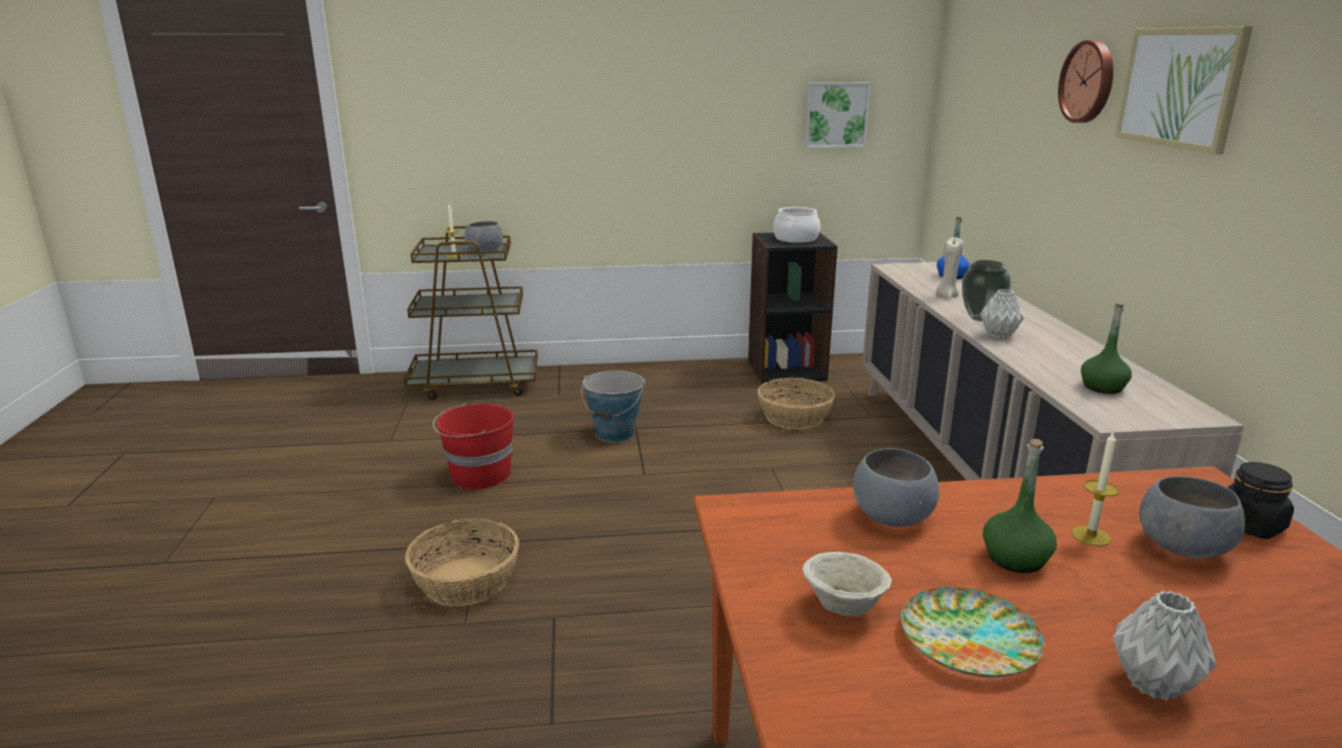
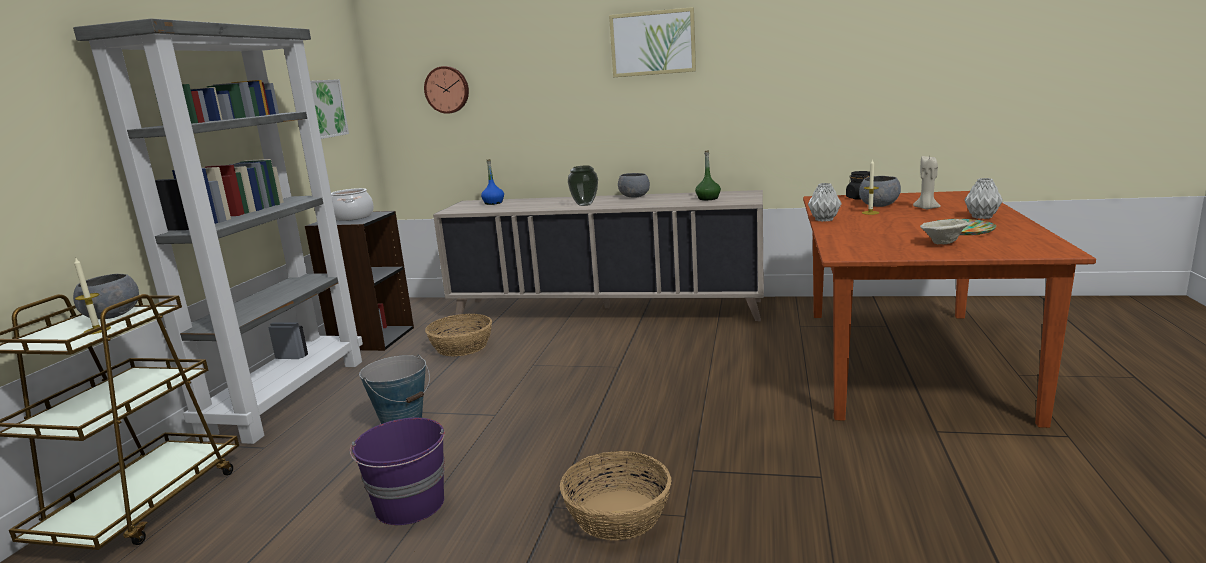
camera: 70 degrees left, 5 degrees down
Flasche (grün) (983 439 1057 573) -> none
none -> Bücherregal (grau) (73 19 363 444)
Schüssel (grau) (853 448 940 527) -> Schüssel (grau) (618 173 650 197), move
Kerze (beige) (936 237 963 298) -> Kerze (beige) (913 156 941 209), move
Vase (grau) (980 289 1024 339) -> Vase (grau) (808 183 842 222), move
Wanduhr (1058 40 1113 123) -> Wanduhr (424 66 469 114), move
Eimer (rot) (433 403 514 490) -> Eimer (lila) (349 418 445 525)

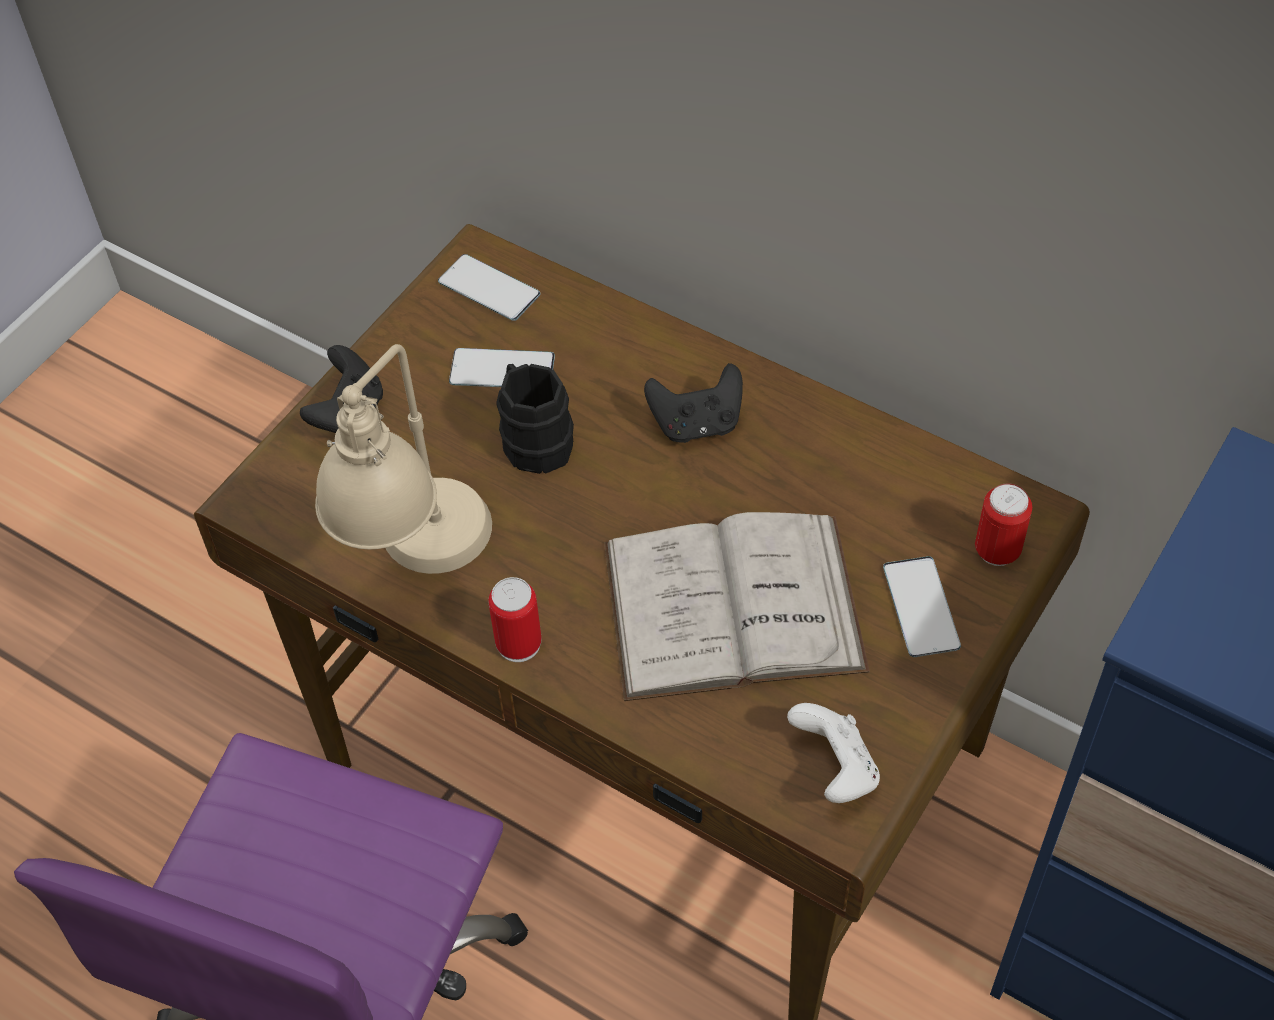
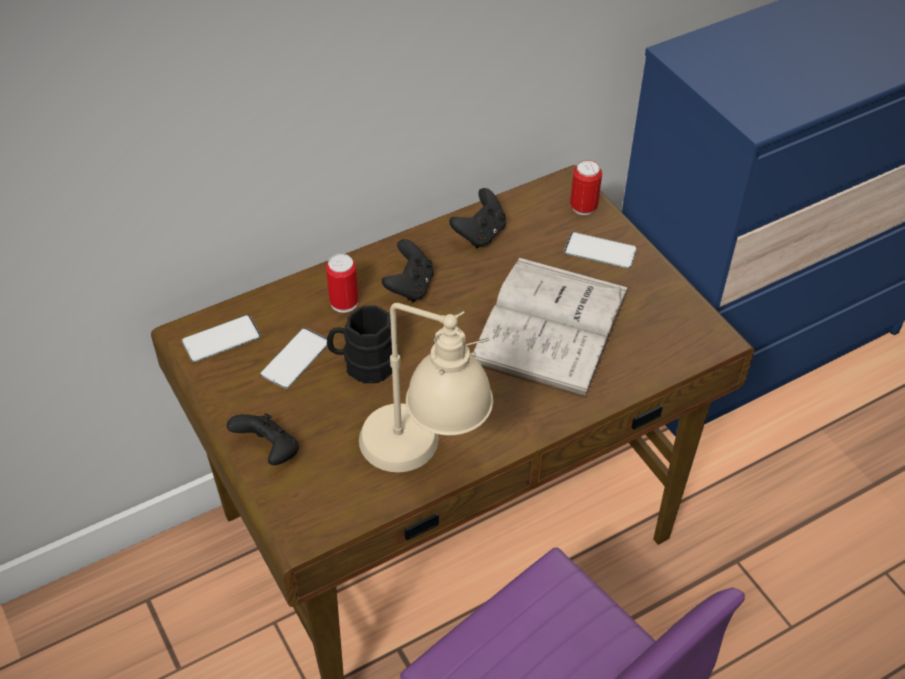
camera: 65 degrees left, 5 degrees down
Gamepad (weiß) (787 703 880 803) -> none
none -> Gamepad (schwarz) (449 188 506 248)
Dose (488 577 542 662) -> Dose (326 254 358 313), move

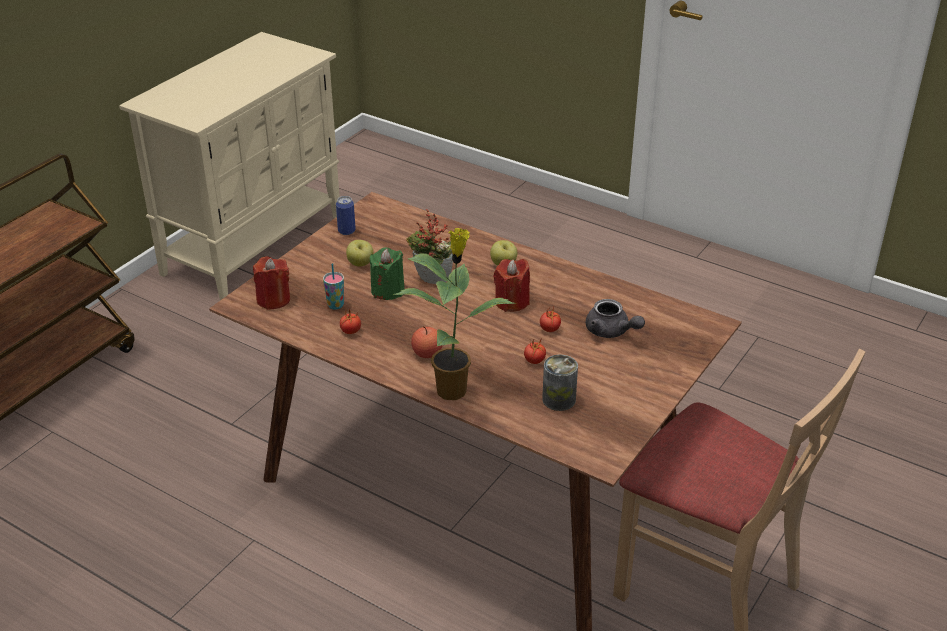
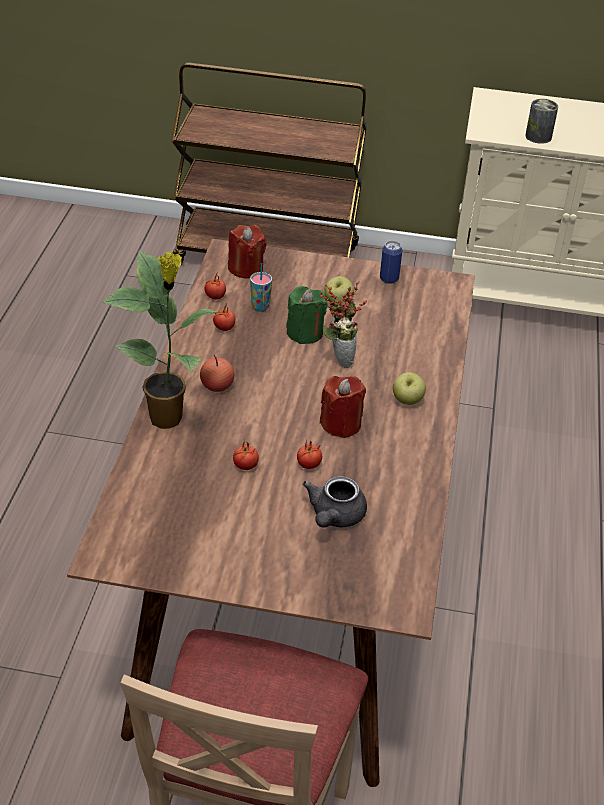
camera: 65 degrees right, 5 degrees up
none -> Tomate (204 274 226 300)
Dose (542 355 578 411) -> Dose (525 99 558 144), move

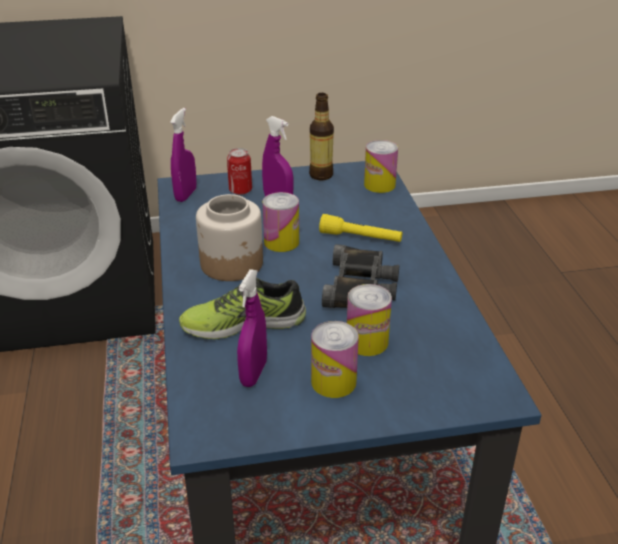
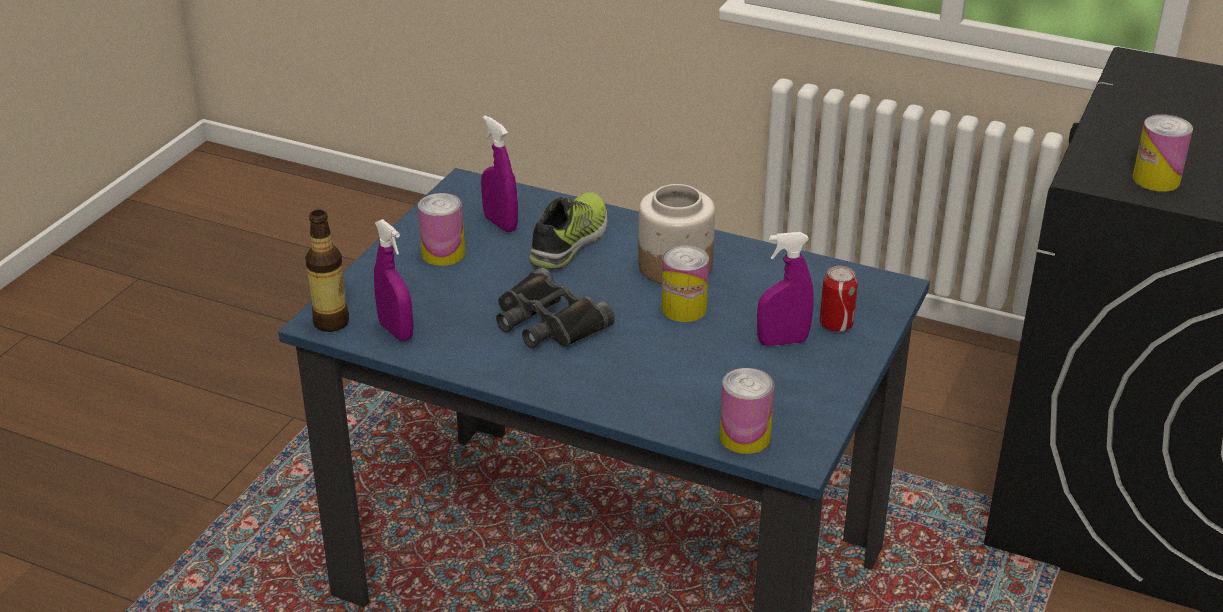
camera: 125 degrees right, 0 degrees up
Taschenlampe (gelb) (319 214 402 242) -> none
Sprühflasche (lila) (170 108 196 202) -> Sprühflasche (lila) (374 219 414 341), move
Flasche (309 93 334 180) -> Flasche (305 210 349 332), move
Dose (347 284 392 356) -> Dose (1133 114 1193 192), move

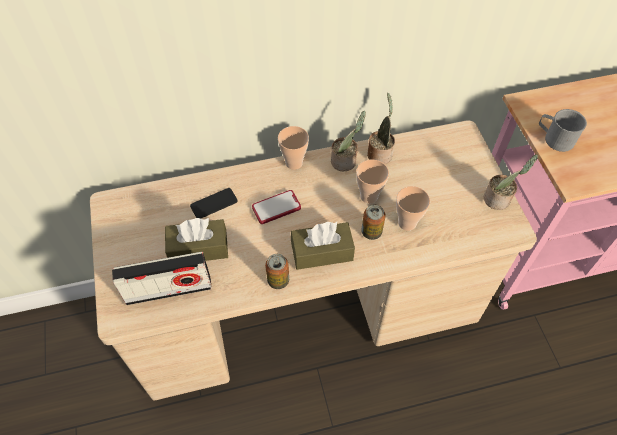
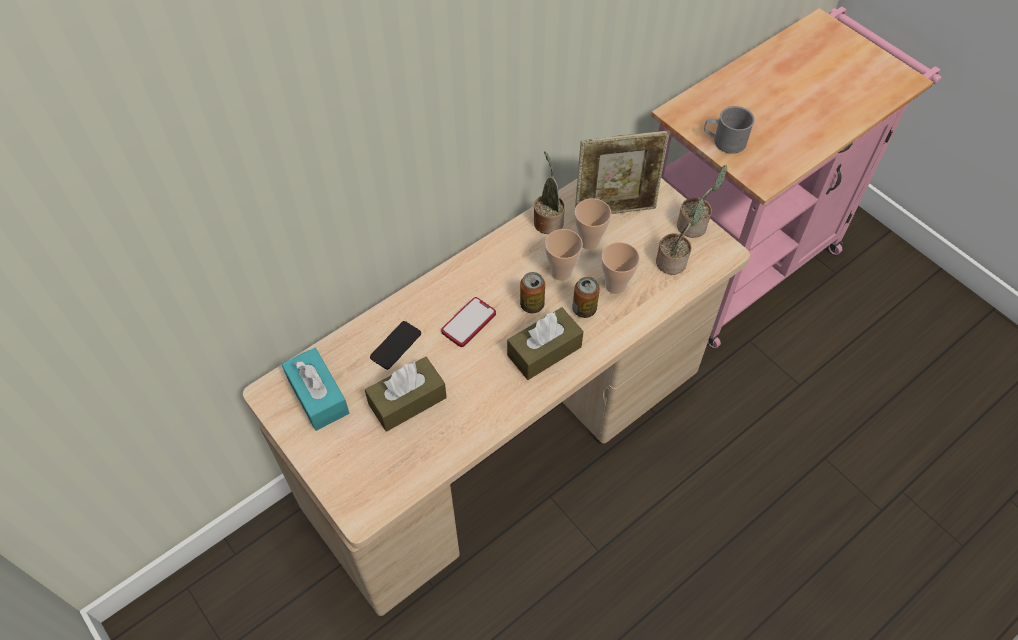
camera: 25 degrees left, 0 degrees up
Radio (112 252 212 305) -> none
none -> Taschentuchbox (türkis) (282 348 349 431)
none -> Bilderrahmen (574 131 670 216)
Dose (265 254 289 289) -> Dose (520 272 545 313), move
Tasse (278 126 309 170) -> Tasse (575 198 612 250), move
Topfpflanze (331 111 366 171) -> Topfpflanze (656 198 704 275), move

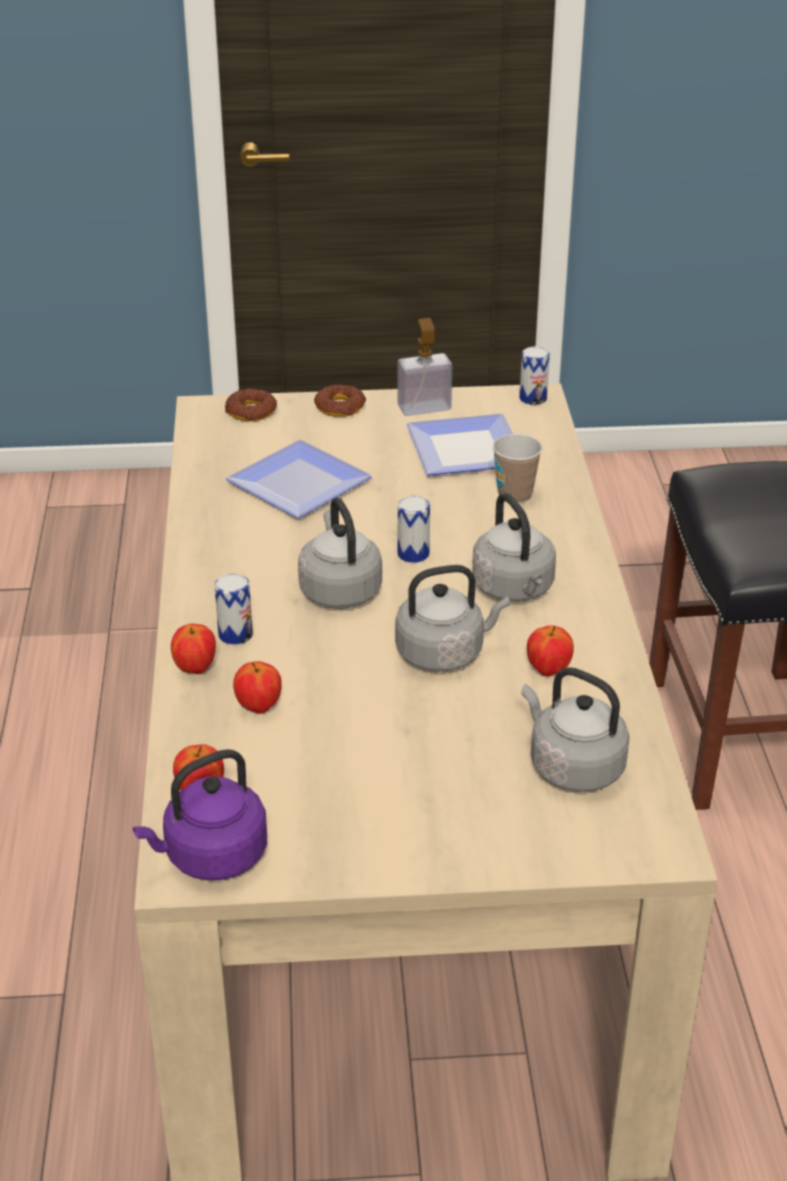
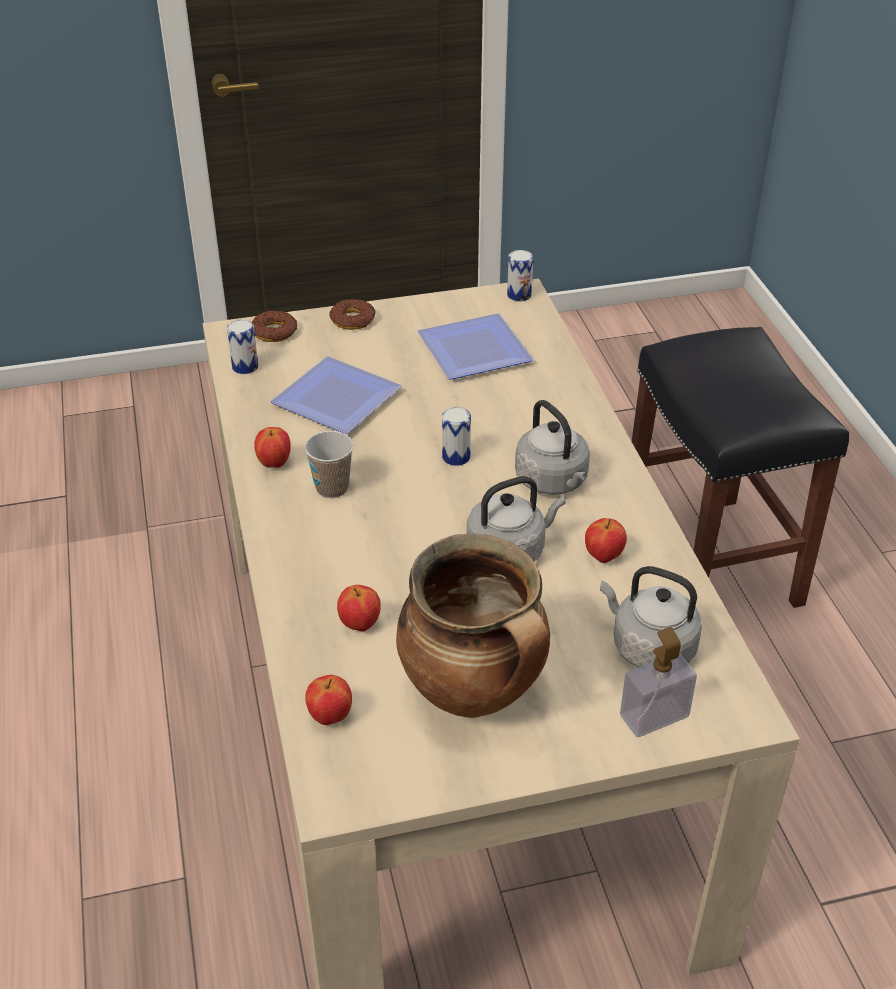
camera: 10 degrees left, 5 degrees up
Wasserkessel (lila) (133 749 267 881) -> none
Wasserkessel (grau) (298 497 382 609) -> none
none -> Kochtopf (396 534 550 718)
Apfel (171 623 216 674) -> Apfel (254 427 291 468), move
Dose (215 574 253 645) -> Dose (227 319 258 374), move
Seifenspender (397 318 452 416) -> Seifenspender (620 627 697 737), move
Tasse (493 434 543 504) -> Tasse (305 431 353 498), move

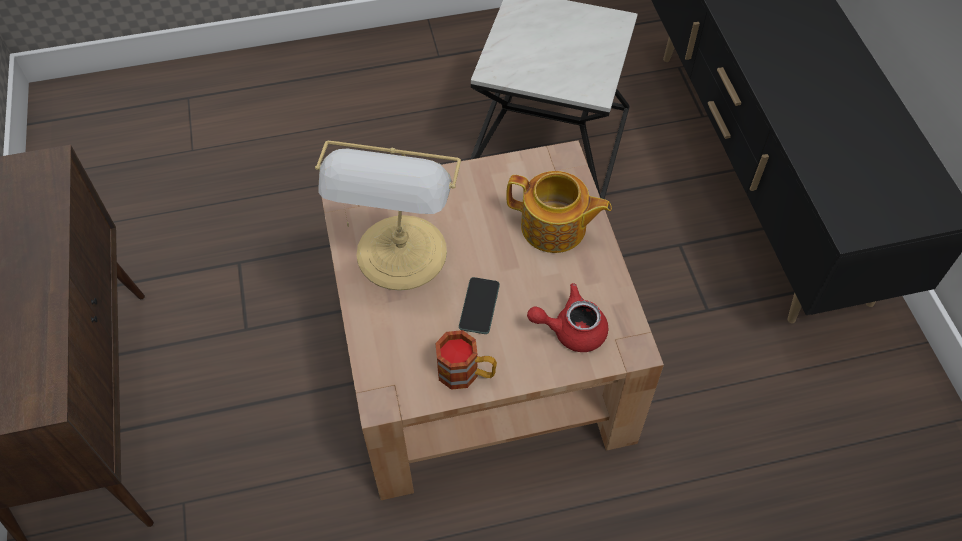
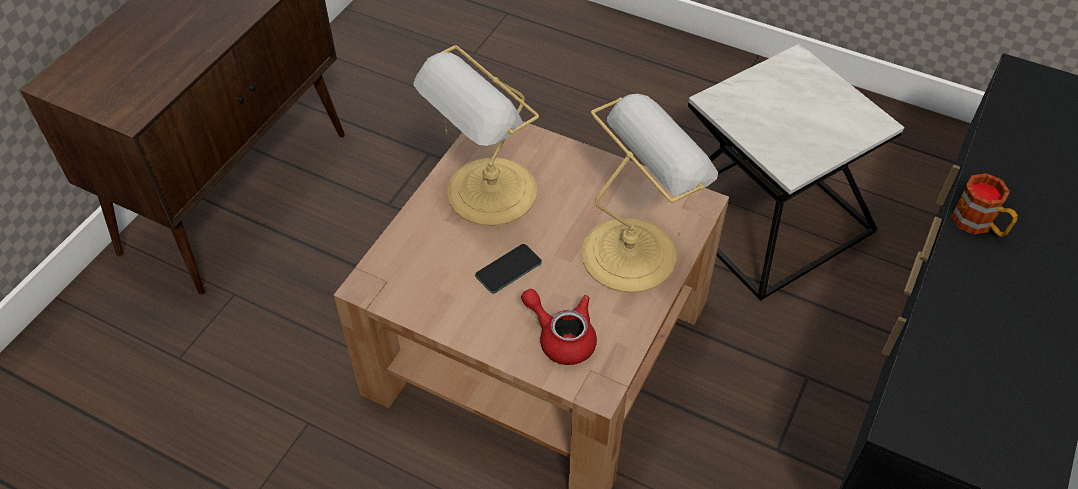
camera: 40 degrees right, 5 degrees down
Henkelbecher (435 330 497 390) -> Henkelbecher (951 173 1018 237), move
Teekanne (506 171 612 253) -> Tischlampe (582 94 718 293)

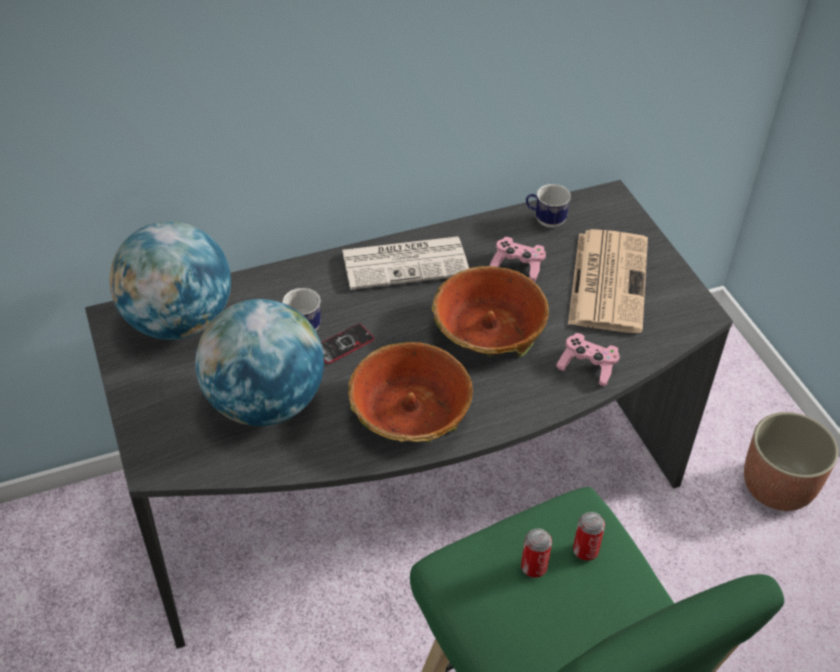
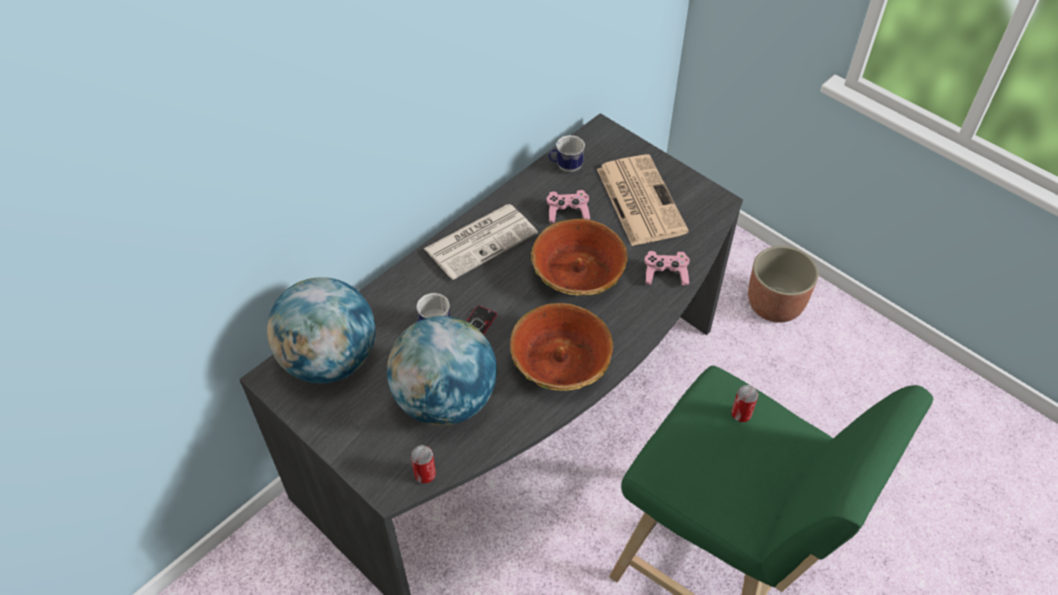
camera: 25 degrees left, 5 degrees up
Dose (521 528 552 578) -> Dose (411 445 436 484), move

